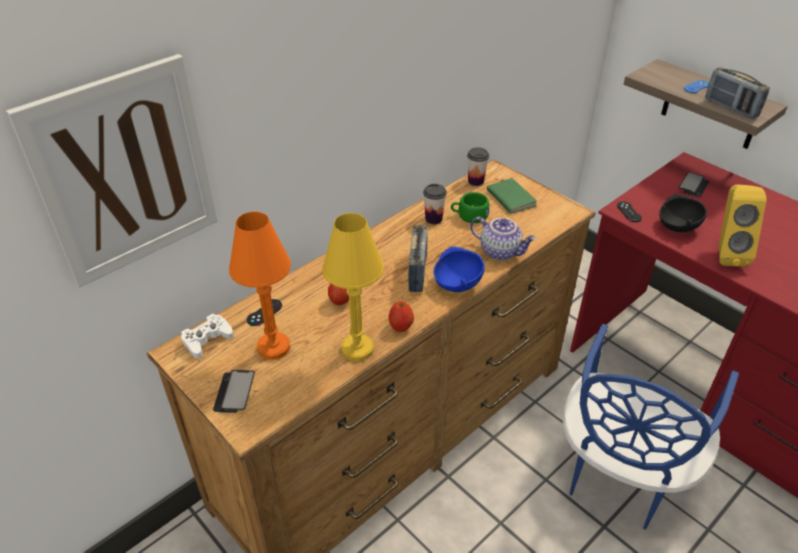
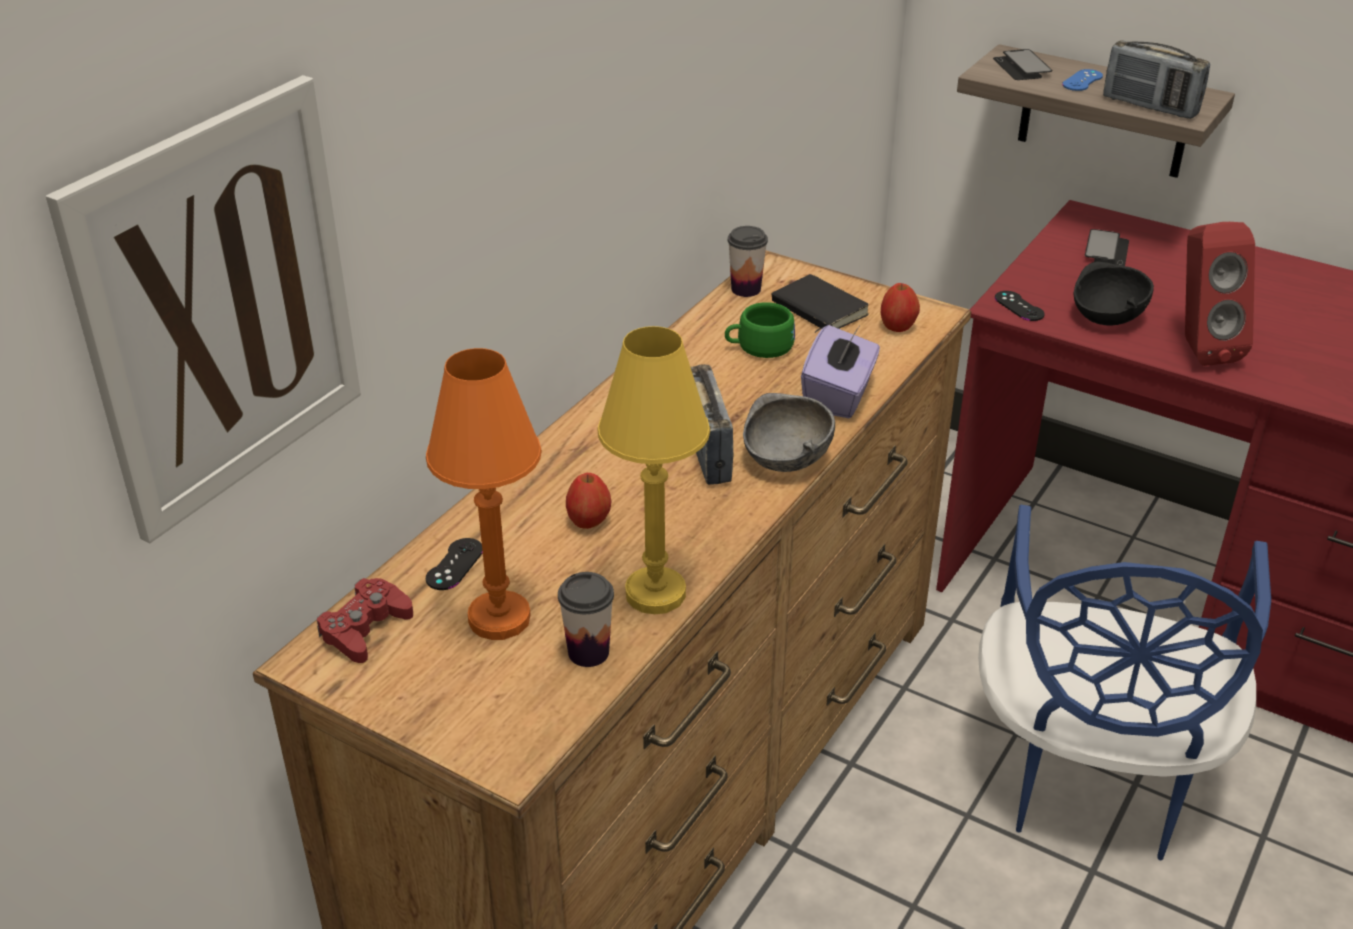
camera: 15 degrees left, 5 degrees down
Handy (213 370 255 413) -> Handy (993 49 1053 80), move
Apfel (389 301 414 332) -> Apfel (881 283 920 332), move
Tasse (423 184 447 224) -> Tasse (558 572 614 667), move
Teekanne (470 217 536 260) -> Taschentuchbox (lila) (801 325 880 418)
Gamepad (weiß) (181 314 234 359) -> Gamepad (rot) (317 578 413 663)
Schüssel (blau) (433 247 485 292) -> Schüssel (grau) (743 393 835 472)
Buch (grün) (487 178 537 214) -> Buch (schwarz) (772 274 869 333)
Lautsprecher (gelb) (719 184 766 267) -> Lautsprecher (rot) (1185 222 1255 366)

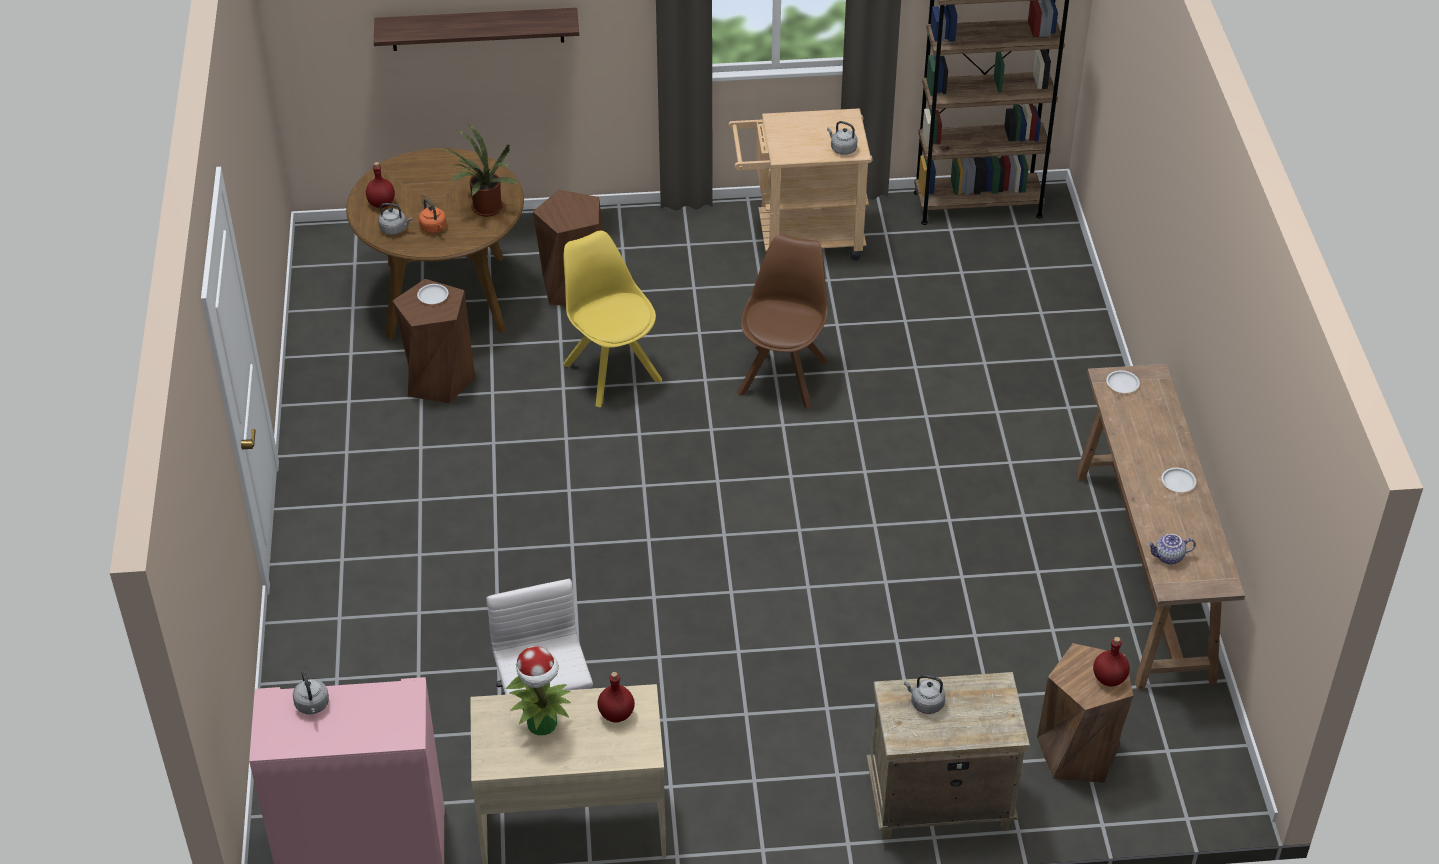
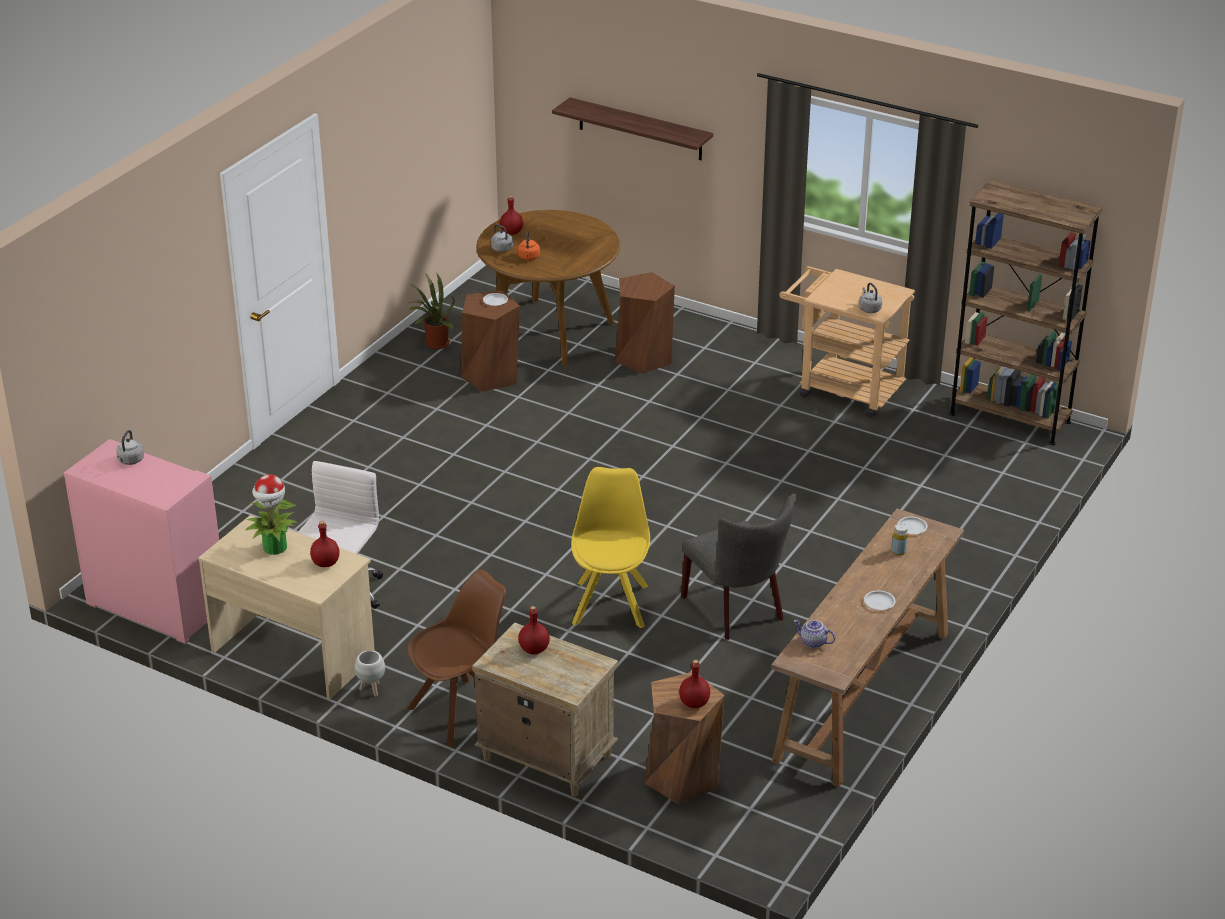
camera: 35 degrees right, 10 degrees down
none -> Pflanzkübel (weiß) (355 650 385 696)
none -> Stuhl (grau) (681 494 796 640)
none -> Flasche (gelb) (892 524 908 555)
Topfpflanze (444 124 519 217) -> Topfpflanze (407 272 455 349), move
Stuhl (gelb) (563 231 662 408) -> Stuhl (gelb) (571 467 650 629), move
Stuhl (braun) (737 235 828 409) -> Stuhl (braun) (407 570 506 746), move
Wasserkessel (grau) (904 675 946 714) -> Flasche (rot) (518 606 550 654)

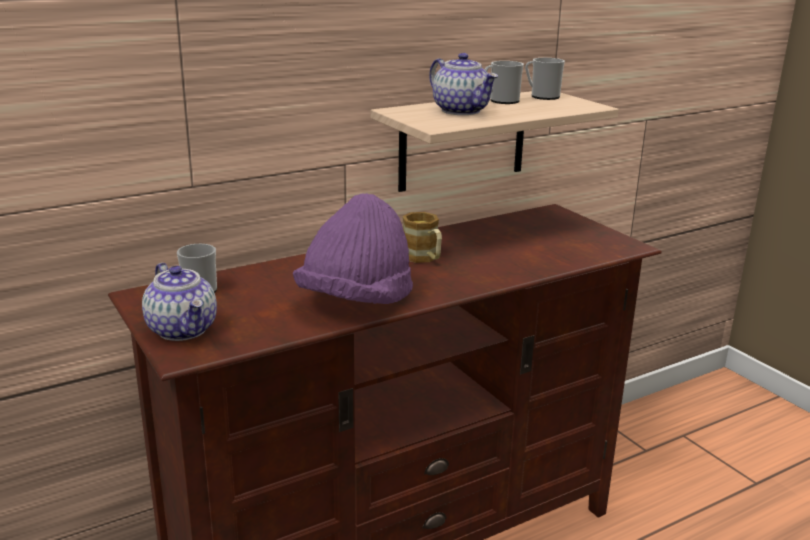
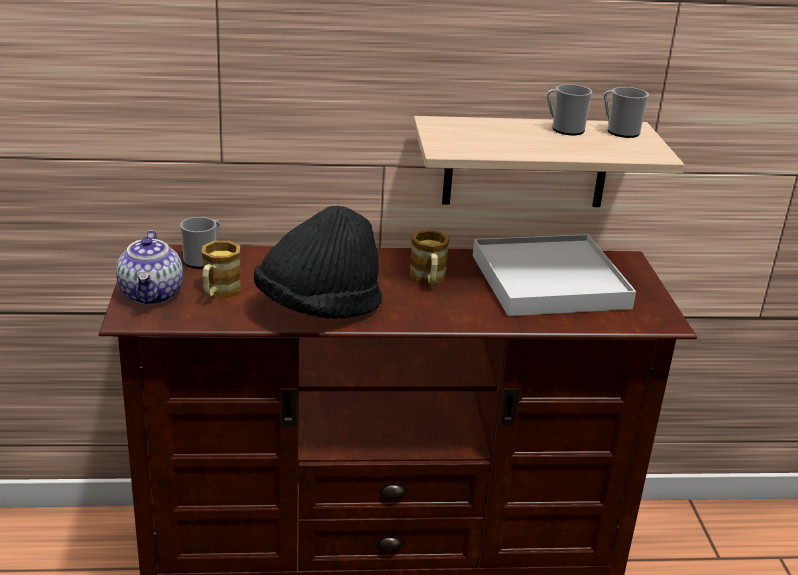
camera: 25 degrees right, 5 degrees up
Teekanne (429 53 498 115) -> none
none -> Henkelbecher (201 241 241 298)
none -> Tablett (weiß) (473 234 636 316)
Hut (lila) (293 193 413 304) -> Hut (schwarz) (254 205 382 319)

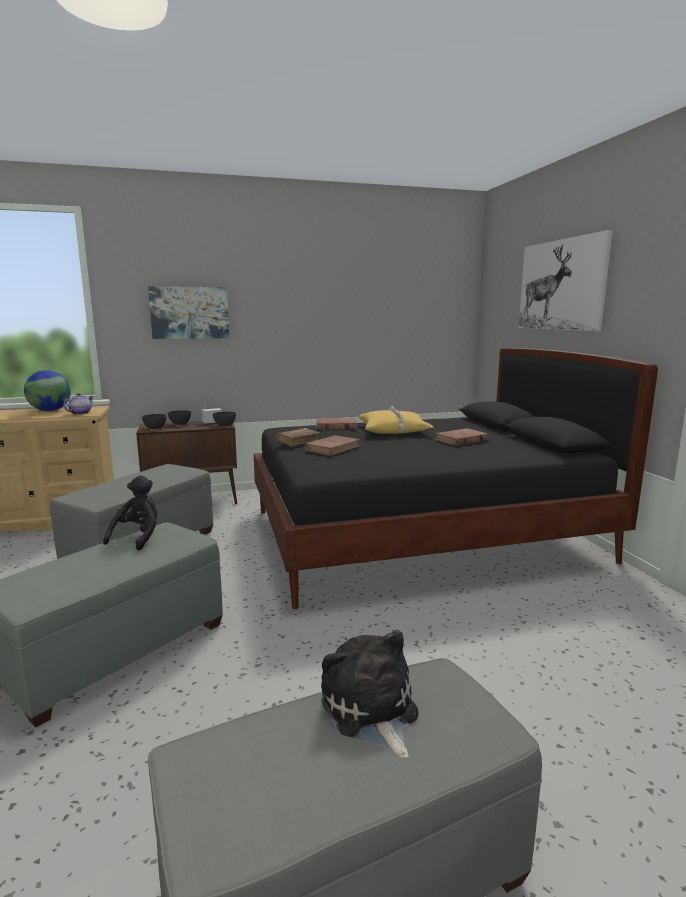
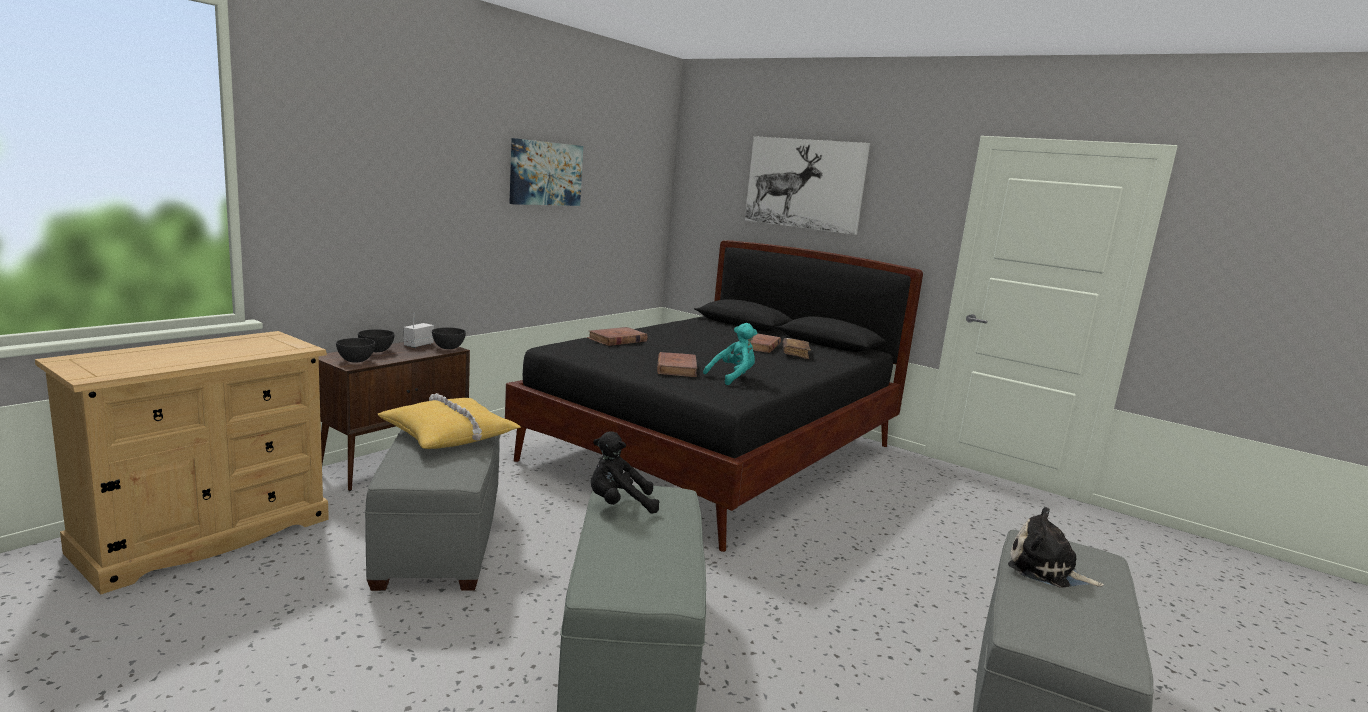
camera: 40 degrees left, 0 degrees up
Globus (24 370 71 411) -> none
Teekanne (64 393 94 415) -> none
none -> Plüschtier (türkis) (703 323 757 385)
Bild (148 286 230 339) -> Bild (509 138 583 206), move
Buch (braun) (276 428 320 447) -> Buch (braun) (783 338 811 359), move
Kissen (gelb) (358 406 434 434) -> Kissen (gelb) (377 393 521 449), move
Plüschtier (schwarz) (103 476 158 551) -> Plüschtier (schwarz) (591 431 659 514), 75 degrees counterclockwise

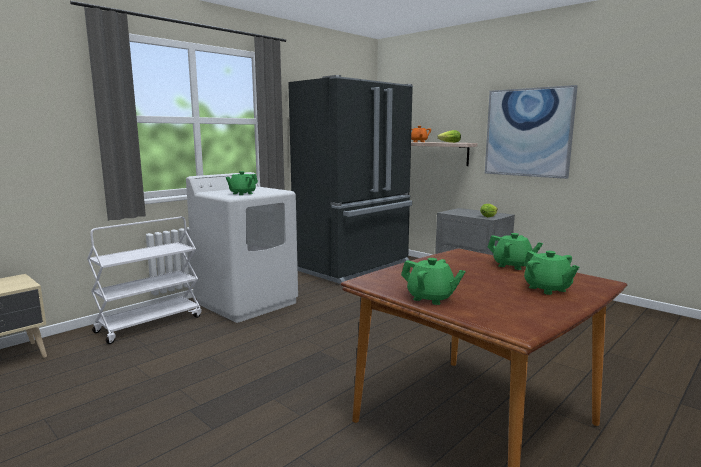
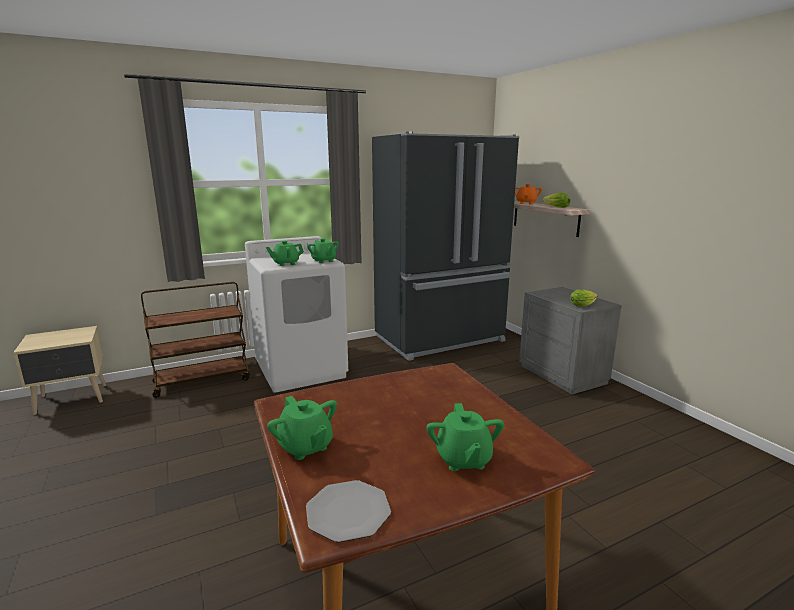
camera: 20 degrees right, 5 degrees up
Bild (485 85 578 179) -> none
none -> Teller (306 480 391 542)
Teekanne (grün) (488 233 543 270) -> Teekanne (grün) (307 239 339 263), move
Rollwagen (weiß) (87 217 201 344) -> Rollwagen (braun) (141 282 250 398)

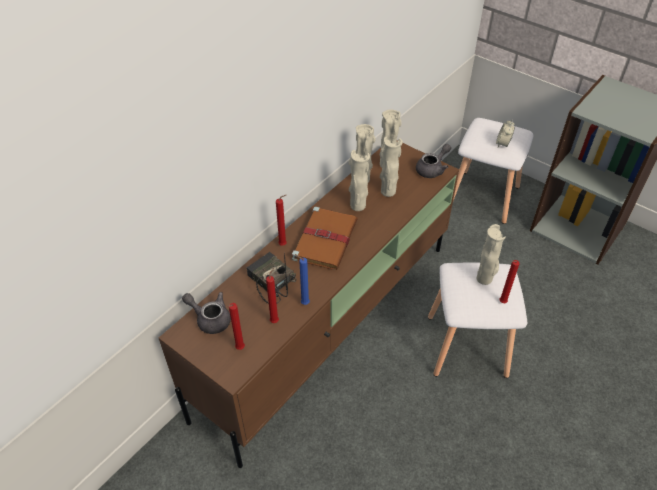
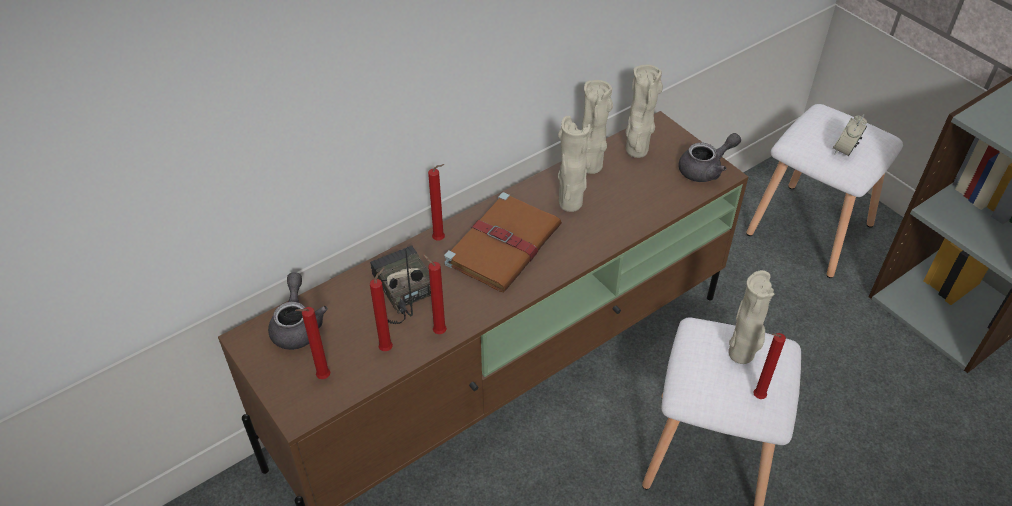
camera: 15 degrees right, 0 degrees up
Vase (beige) (380 136 403 197) -> none
Kerze (blau) (295 254 310 305) -> Kerze (rot) (422 254 447 334)
Teekanne (grau) (182 292 231 334) -> Teekanne (grau) (268 272 328 350), 45 degrees clockwise

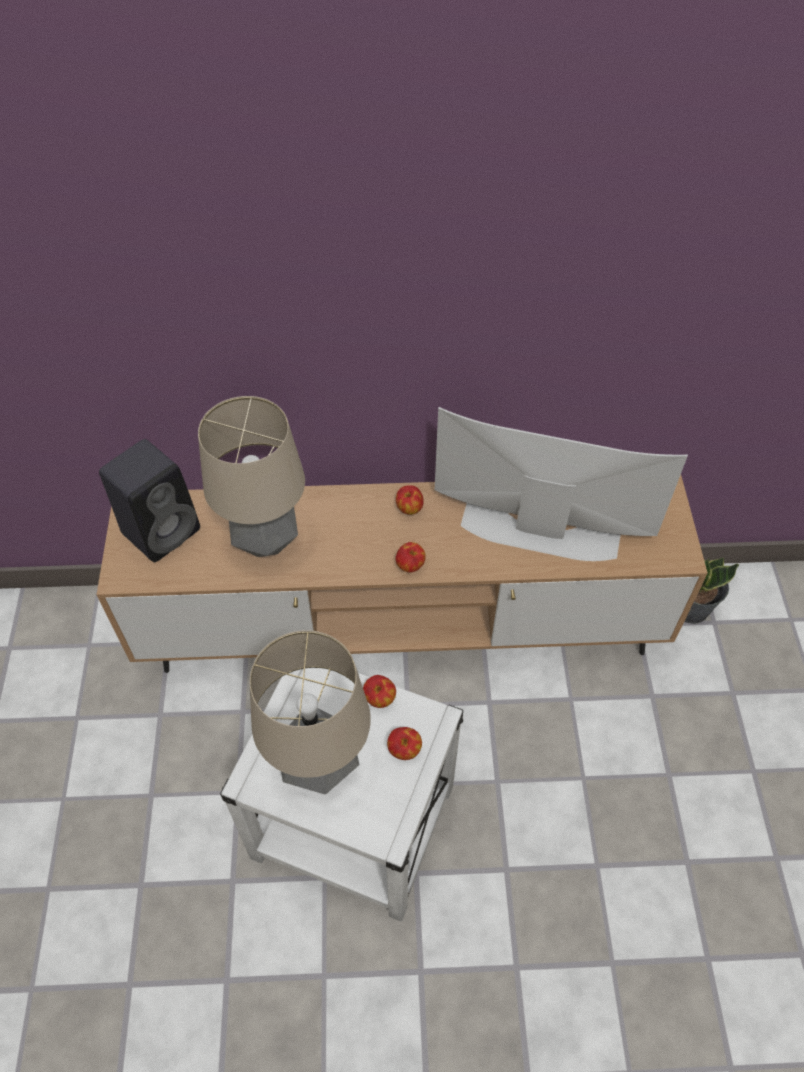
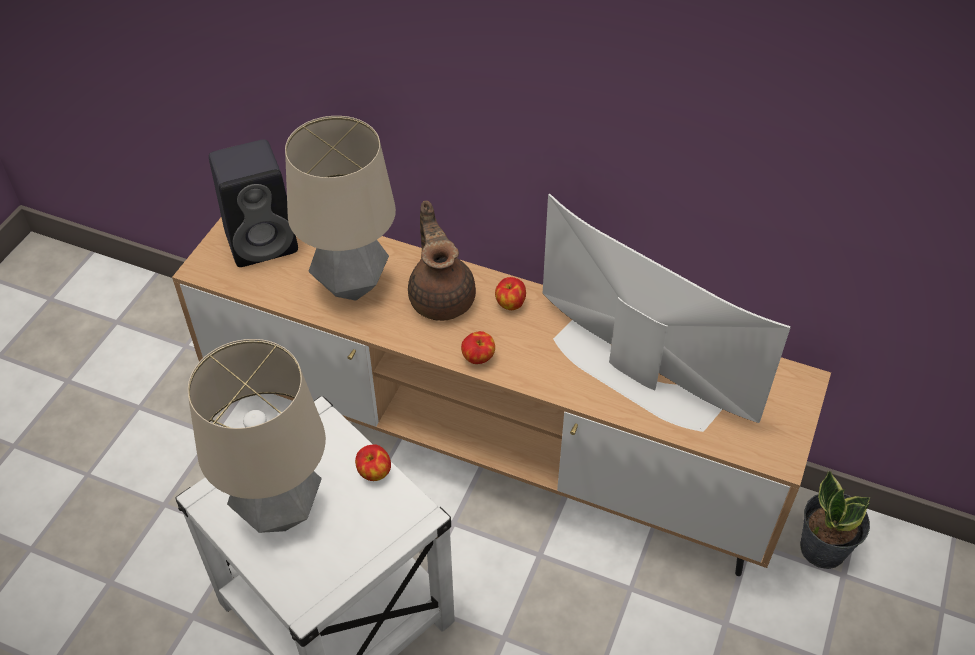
camera: 25 degrees right, 5 degrees down
Apfel (387 727 422 760) -> none
none -> Teekanne (braun) (408 201 476 321)

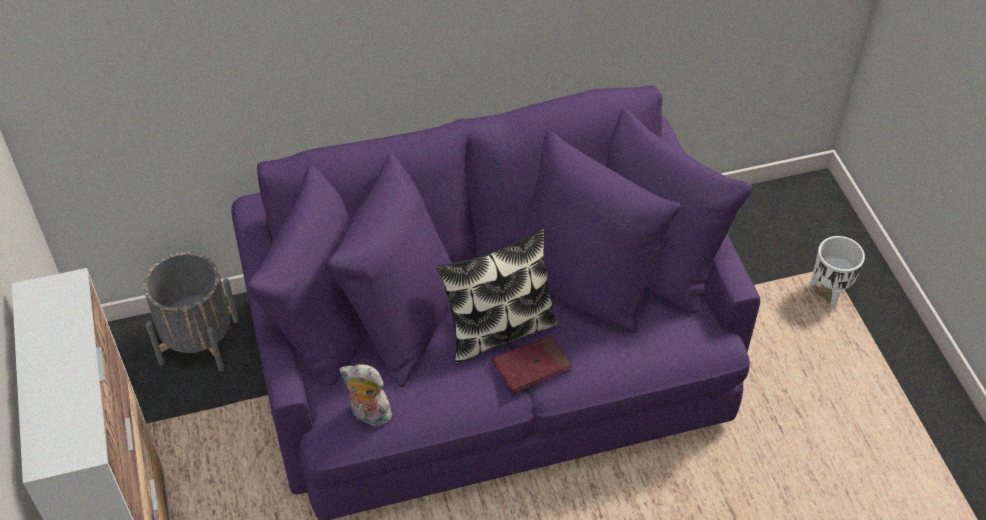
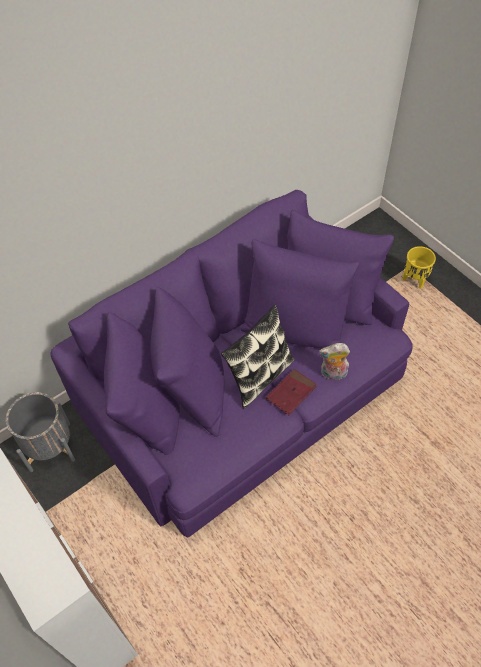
camera: 20 degrees left, 5 degrees up
Plüschtier (339 364 392 426) -> Plüschtier (319 343 350 379), move
Pflanzkübel (weiß) (810 236 865 306) -> Pflanzkübel (gelb) (403 246 436 289)

